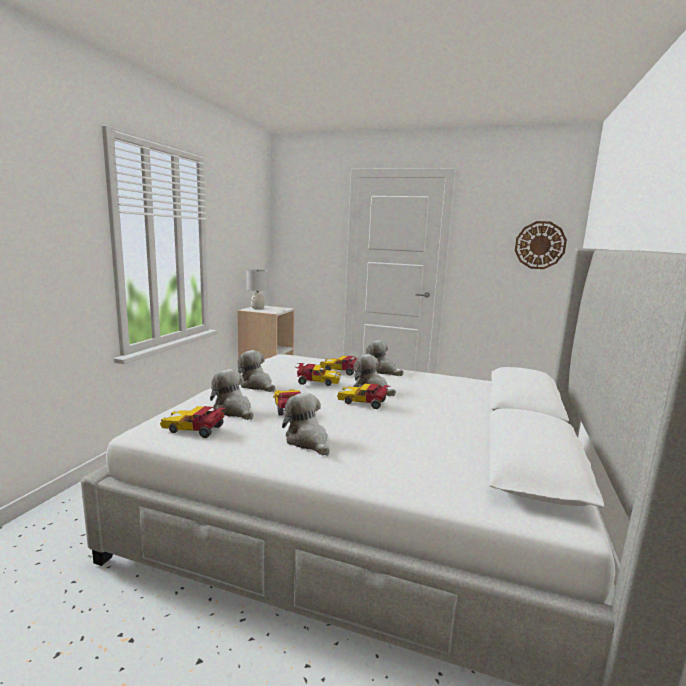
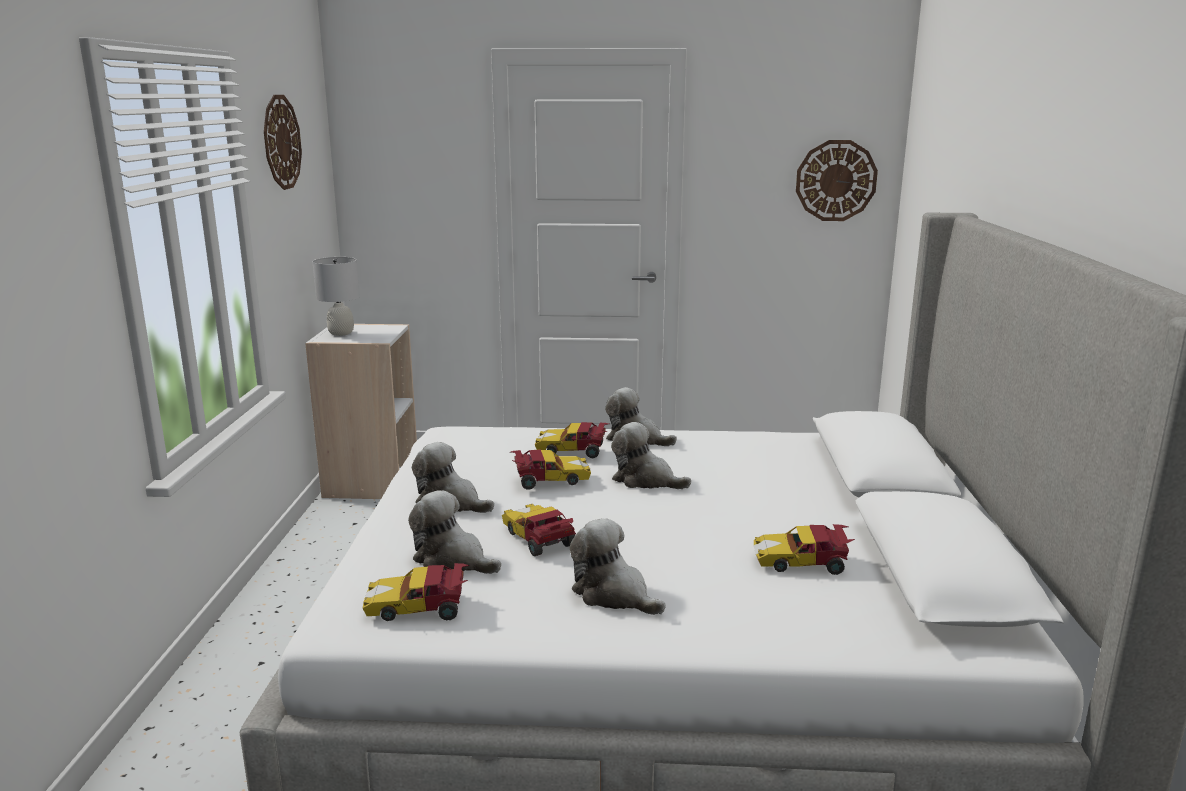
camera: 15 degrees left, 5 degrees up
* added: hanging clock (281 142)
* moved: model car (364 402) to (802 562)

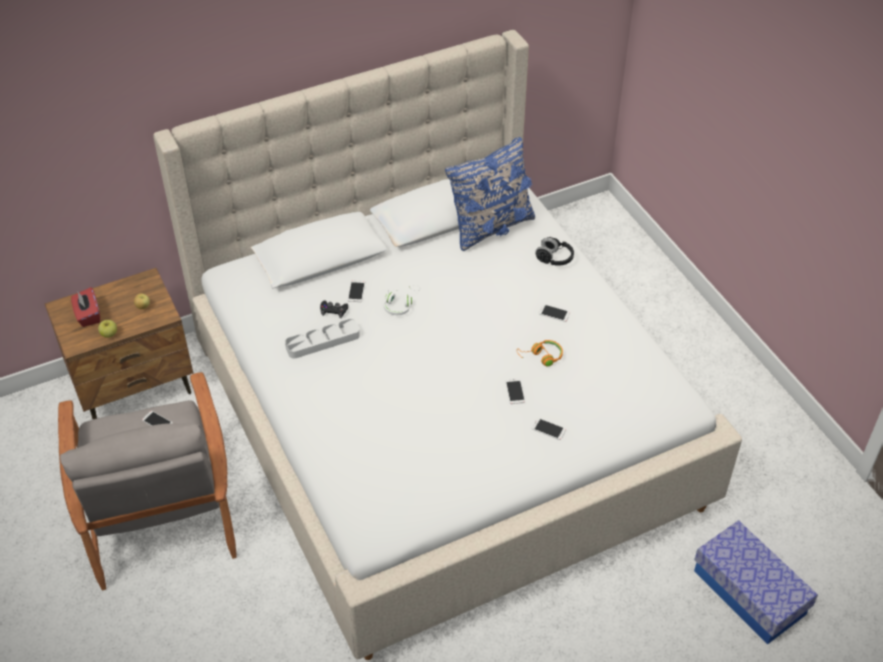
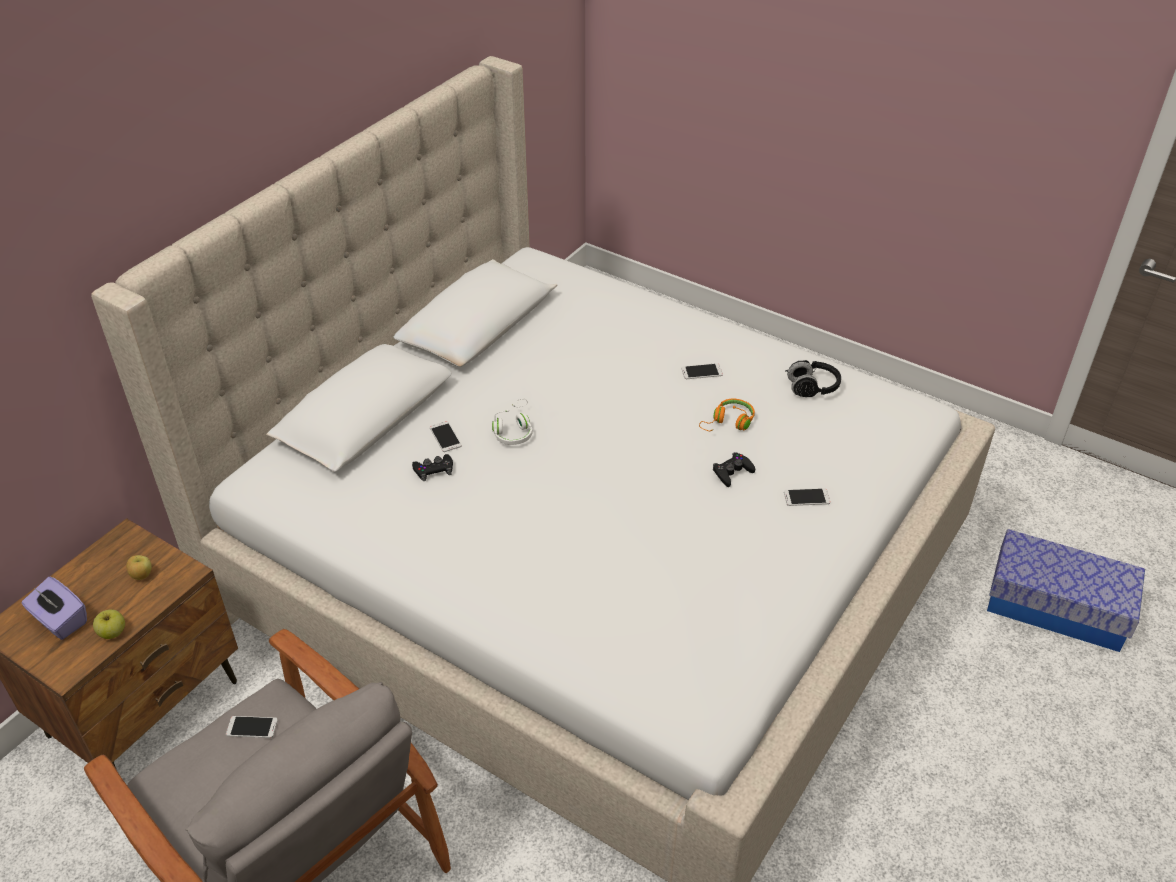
camera: 30 degrees left, 5 degrees down
* removed: greyish carrying tray (323 341)
* removed: bluish pillow (491 228)
* moved: black-coloured pair of headphones (554 259) to (812 388)
* replaced: handset (515 391) to black-coloured joypad (732 472)
* recoloured: reddish tissue box (88 315) to purple tissue box (60 621)

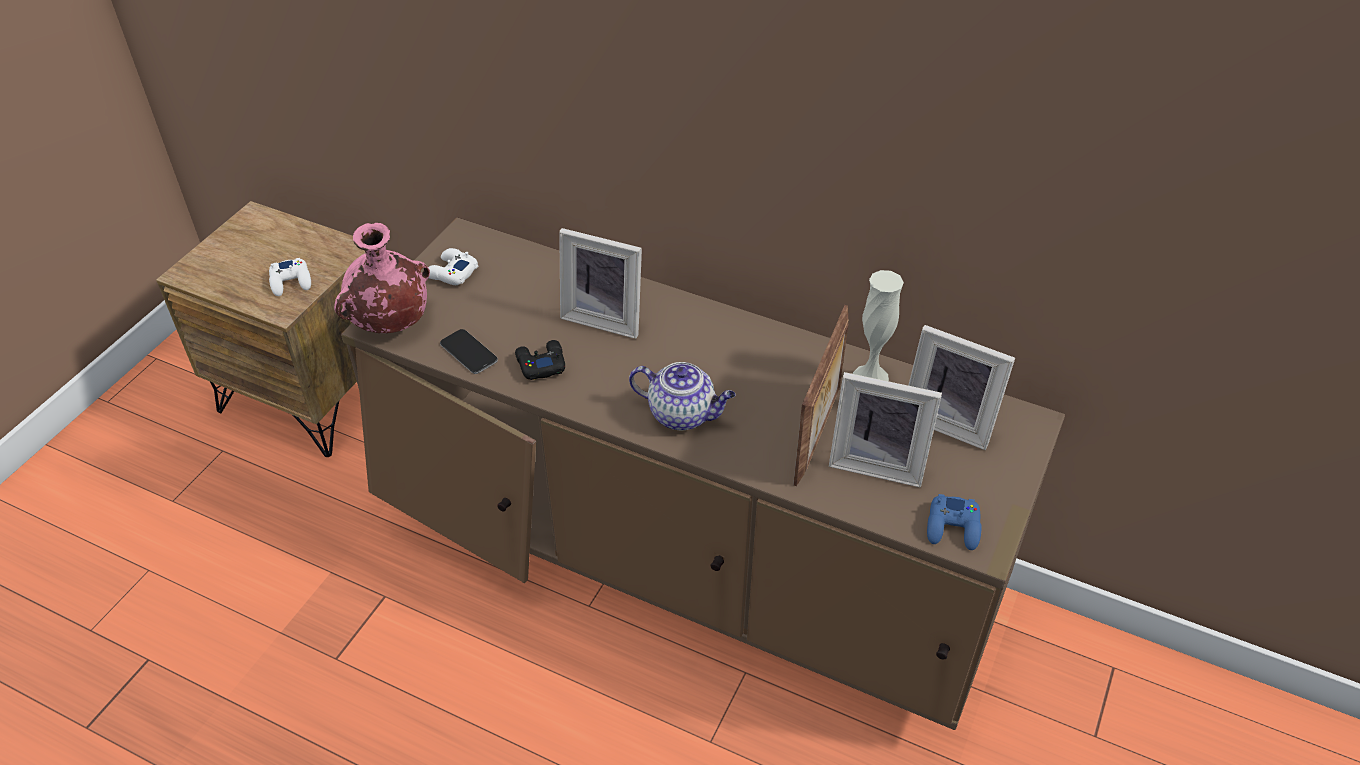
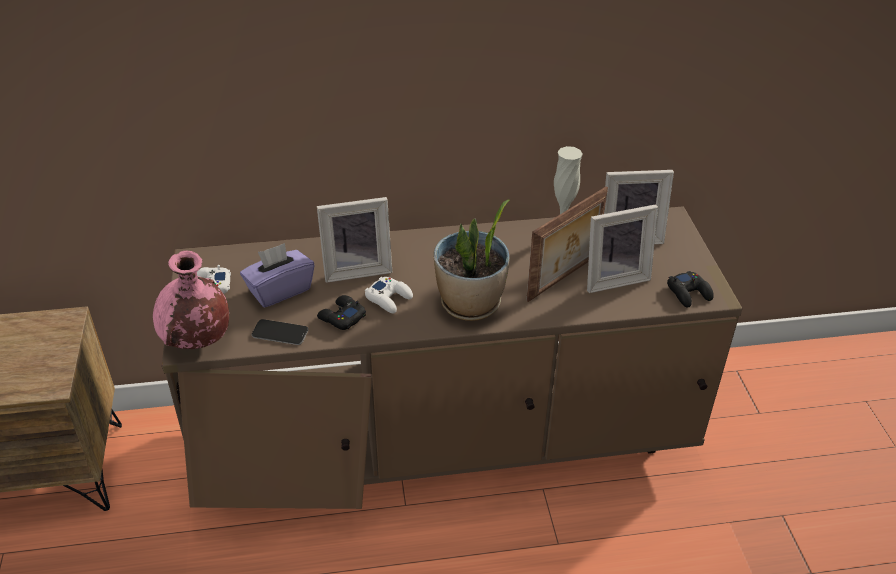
camera: 35 degrees left, 5 degrees down
* added: purple tissue box (279 290)
* moved: white-coloured joypad (291 281) to (389 298)
* replaced: teapot (683 414) to potted plant (470 304)
* recoloured: bluish joypad (953 527) to black-coloured joypad (689 293)
* turned: picture frame (818 435) = (564 278) 60 degrees clockwise

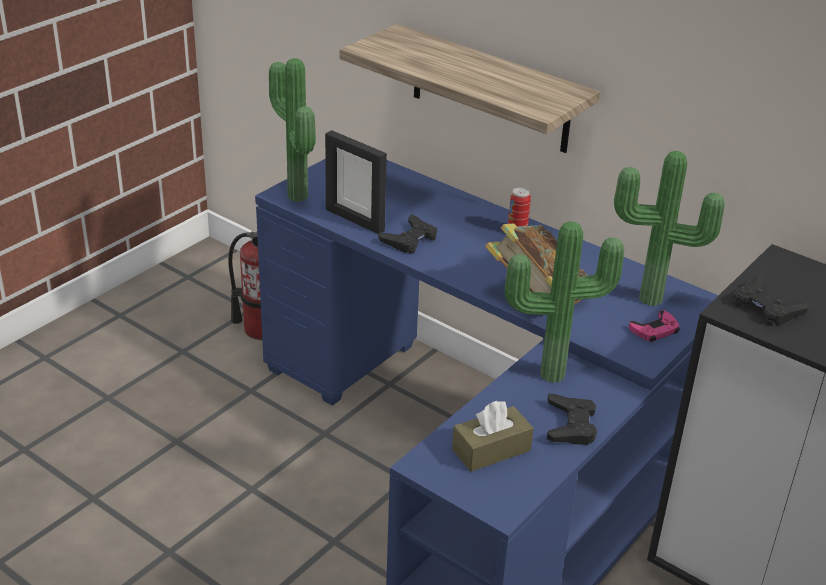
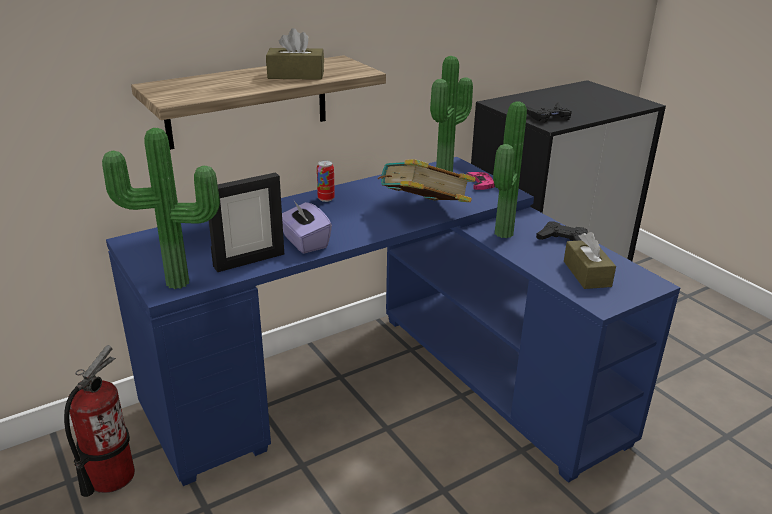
camera: 70 degrees left, 5 degrees down
* added: brown-coloured tissue box (296 75)
* replaced: black-coloured joypad (409 240) to purple tissue box (304 242)

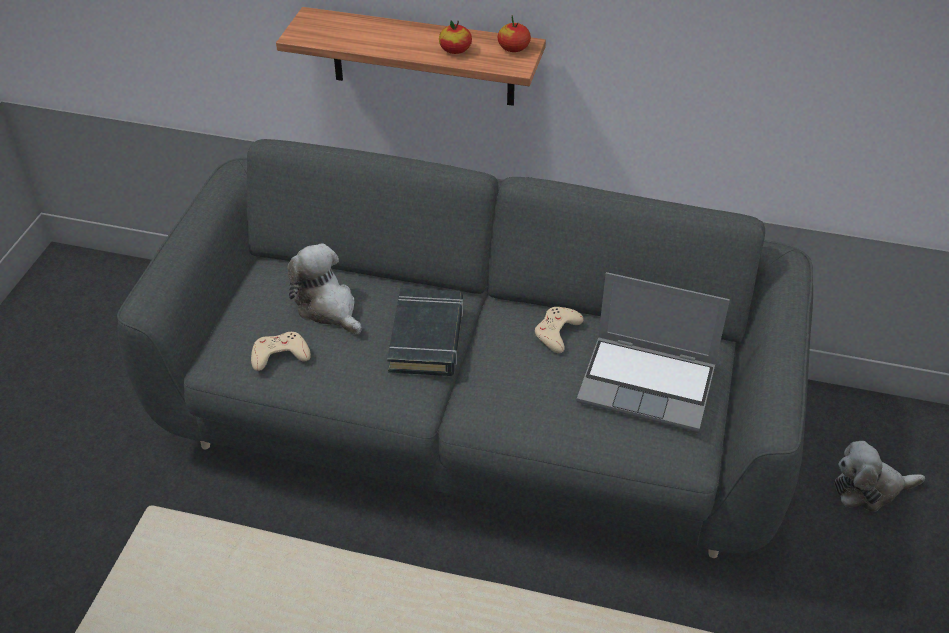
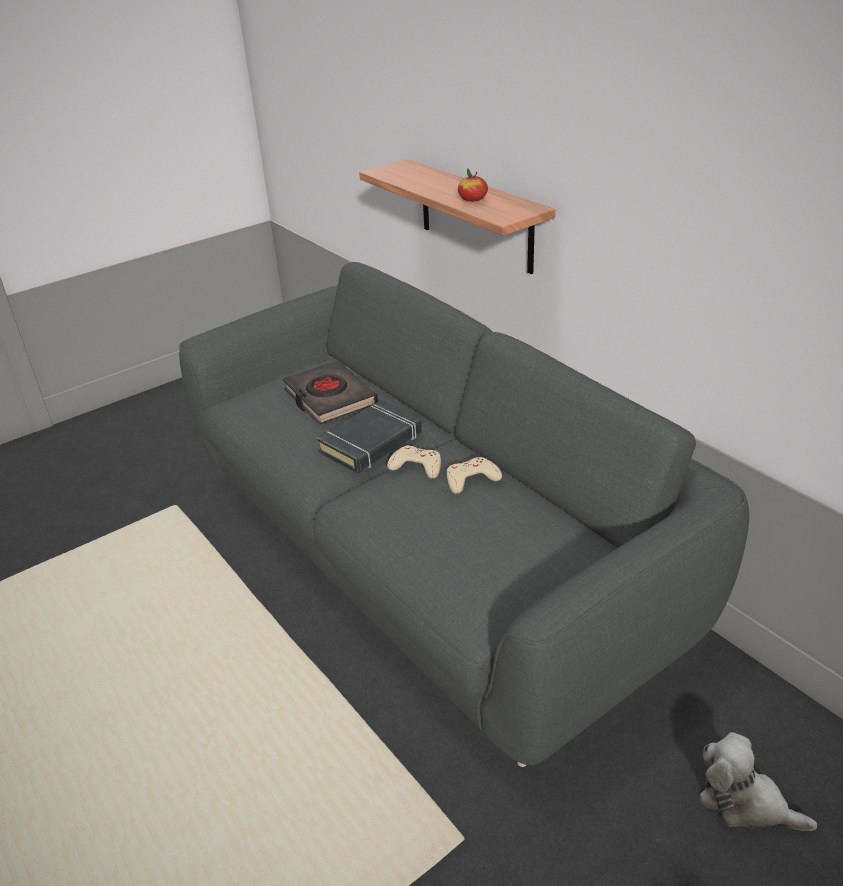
camera: 40 degrees right, 10 degrees down
* removed: whole apple (513 48)
* removed: portable computer (648 384)
* moved: sand-coloured joypad (280 355) to (416 466)
* replaced: soft toy (328 307) to black-coloured book (329 398)

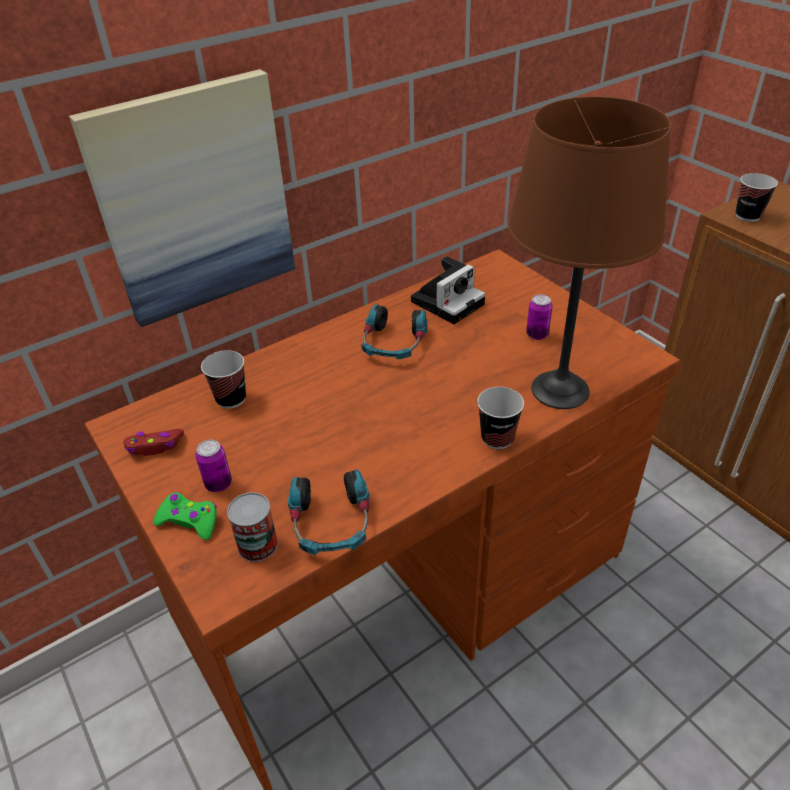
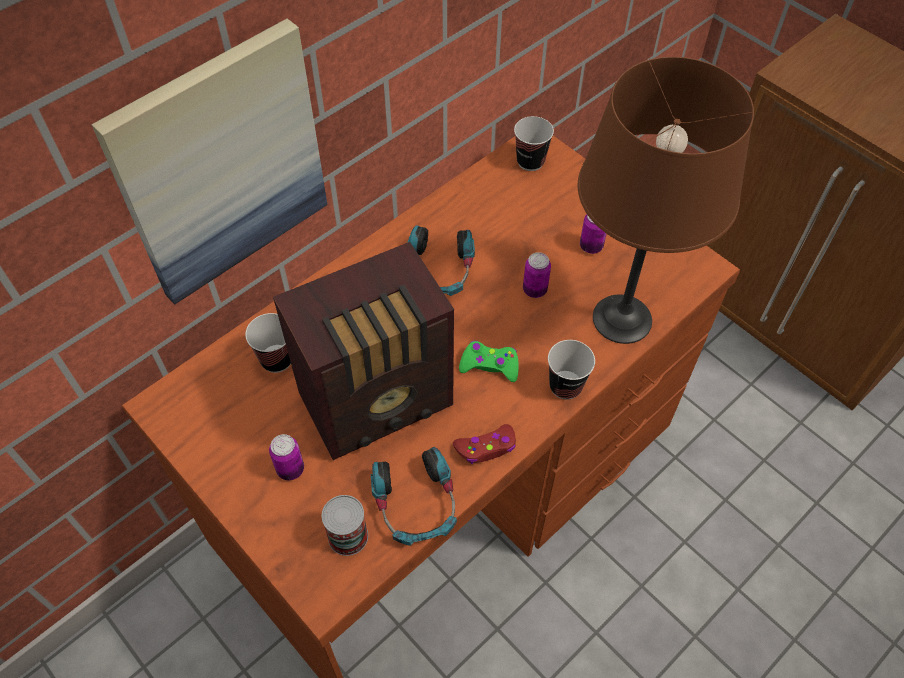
camera: 10 degrees left, 15 degrees up
* removed: photo camera (448 301)
* added: radio set (380 401)
* added: sealed can (534 290)
* moved: reddish joypad (155 446) to (486 448)
* moved: greenish joypad (189 521) to (489 365)
* moved: drinking cup (748 216) to (530 161)

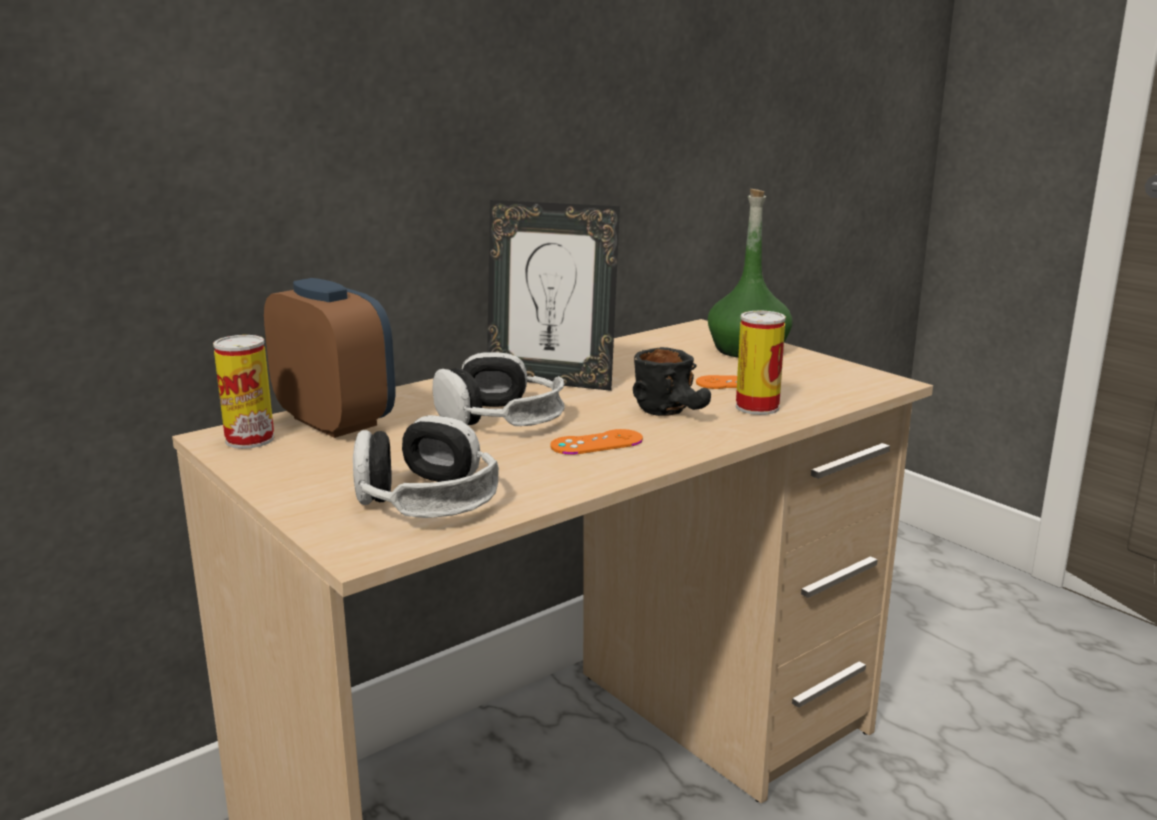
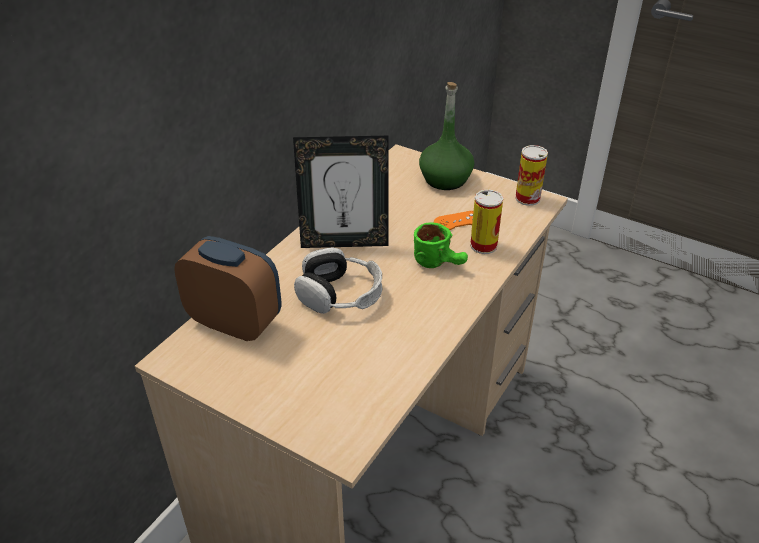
camera: 20 degrees left, 20 degrees up
* removed: pair of headphones (426 500)
* removed: orange joypad (597 443)
* moved: sealed can (250 439) to (527 198)
* recoloured: black-coloured tea mug (676 413) to greenish tea mug (440 263)

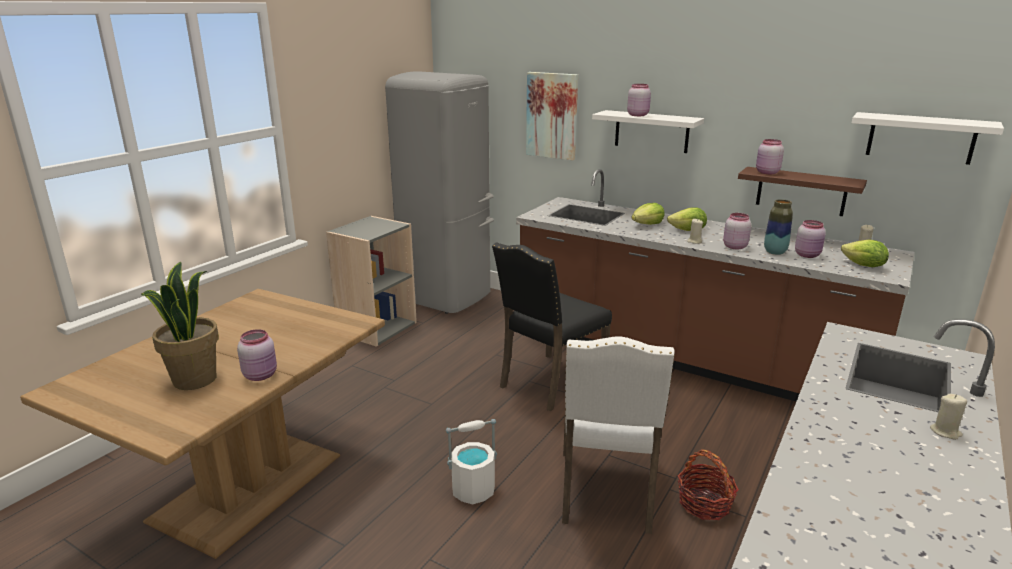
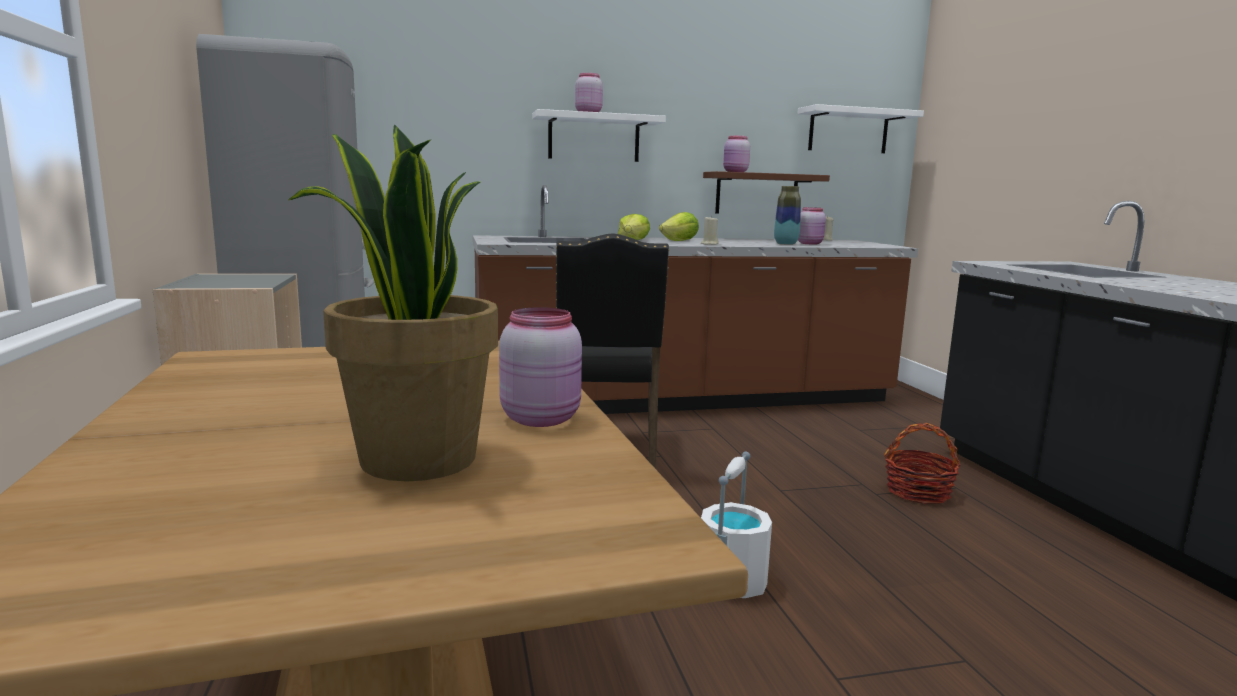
camera: 45 degrees left, 10 degrees down
* removed: wall art (552 115)
* removed: white-coloured chair (607 492)
* removed: pink preserve jar (734 246)
* removed: head of lettuce (864 266)
* removed: sand-coloured wax light (945 432)

